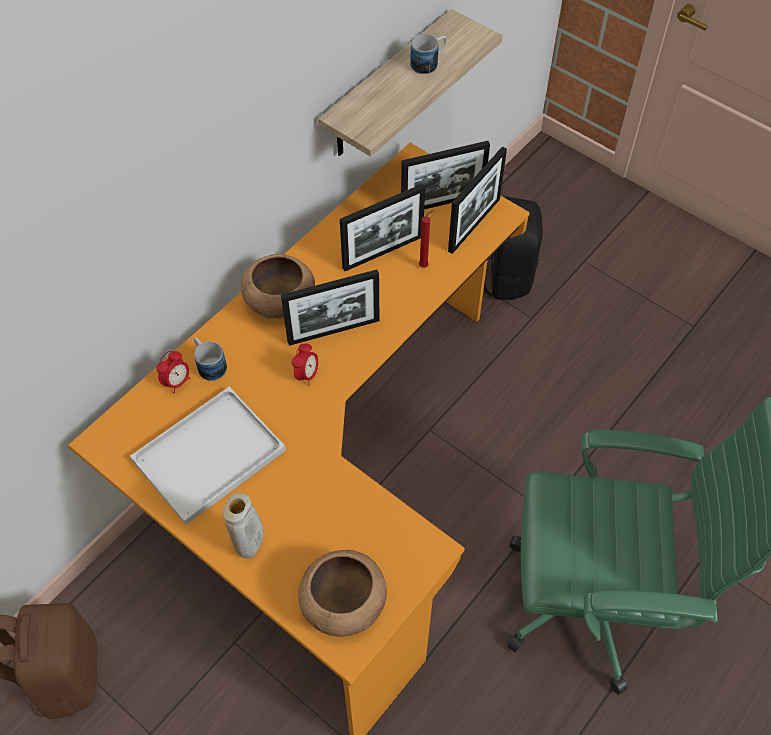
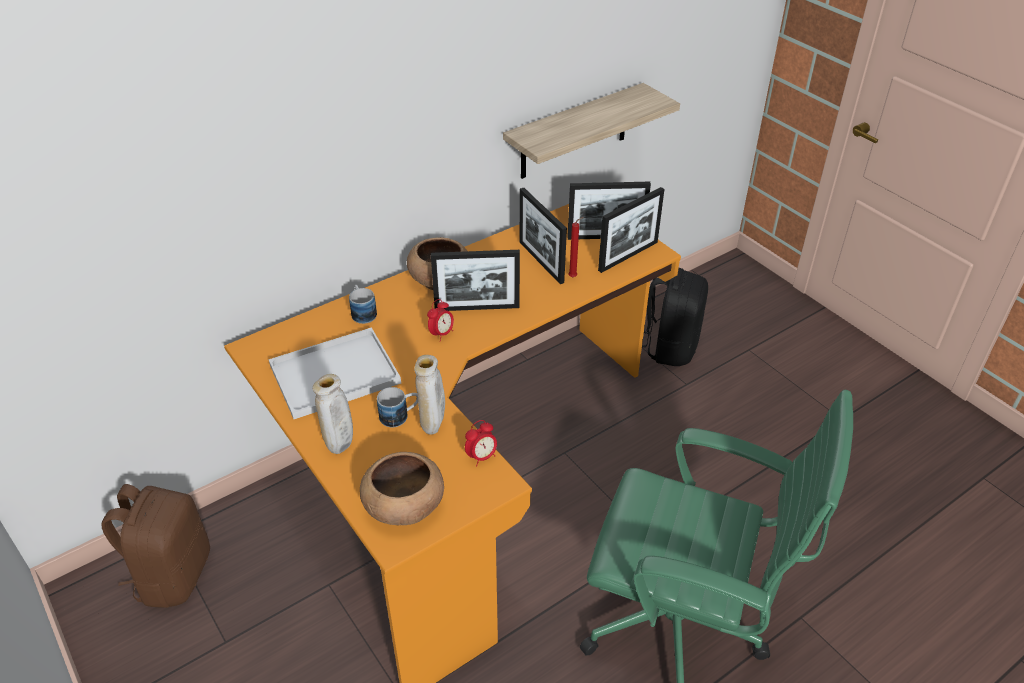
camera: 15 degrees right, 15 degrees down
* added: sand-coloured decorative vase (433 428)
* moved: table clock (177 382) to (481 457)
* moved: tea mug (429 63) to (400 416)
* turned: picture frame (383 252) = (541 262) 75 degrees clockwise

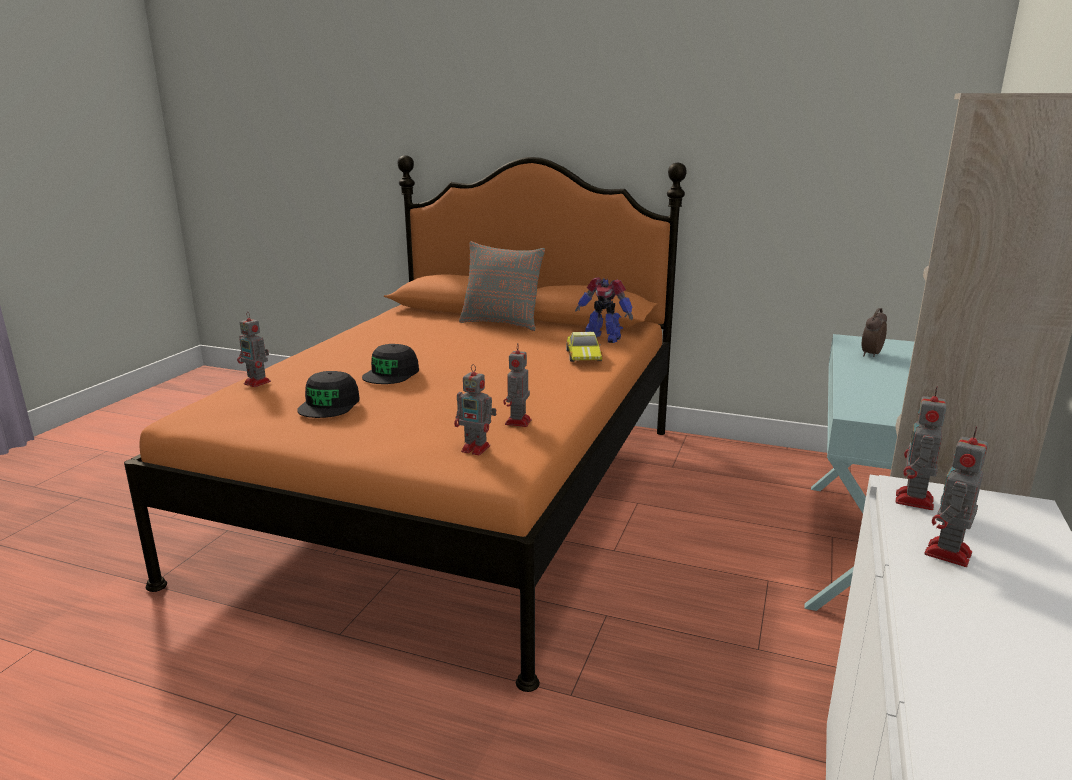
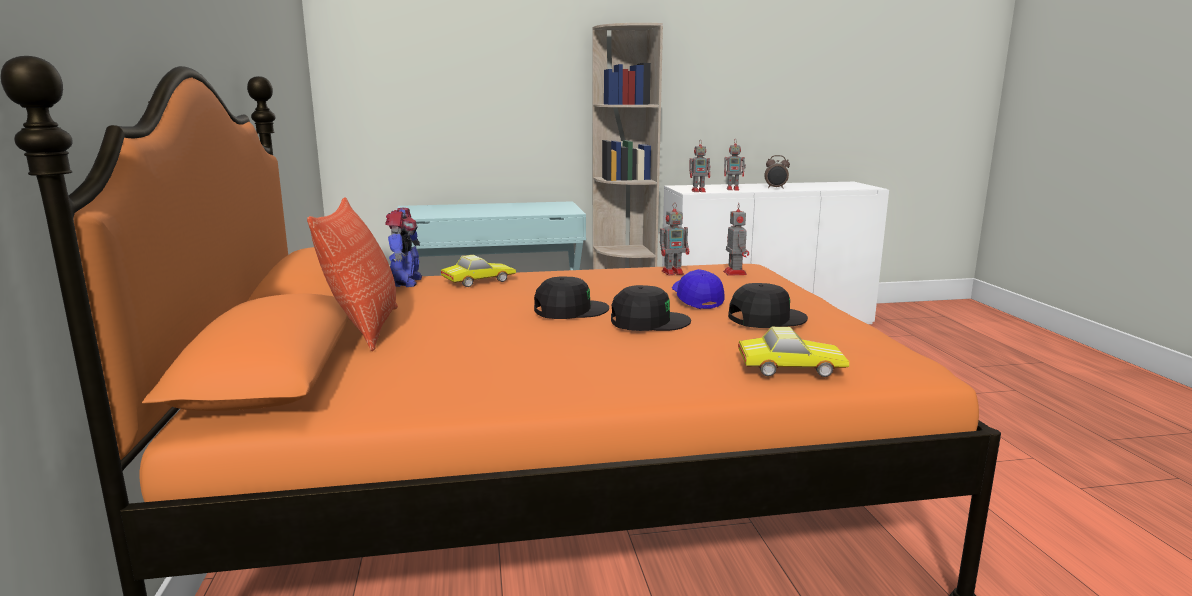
camera: 120 degrees left, 5 degrees down
* added: black-coloured cap (570 310)
* added: bluish cap (696 300)
* moved: table clock (870 354) to (775 188)
* replaced: robot figure (258 383) to model car (789 366)
* recoloured: greyish pillow (501 324) to orange pillow (365 329)

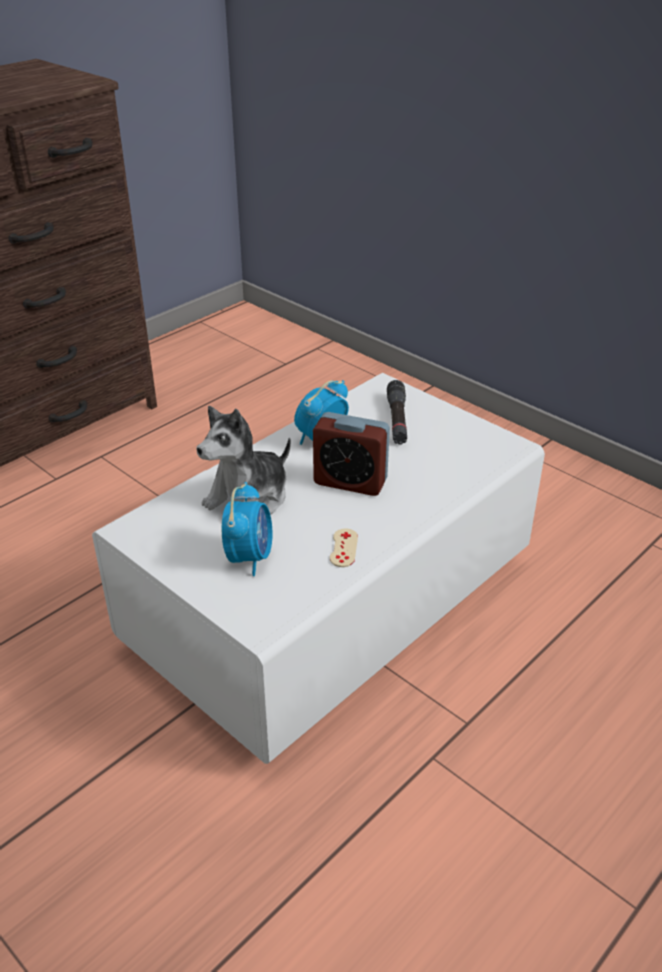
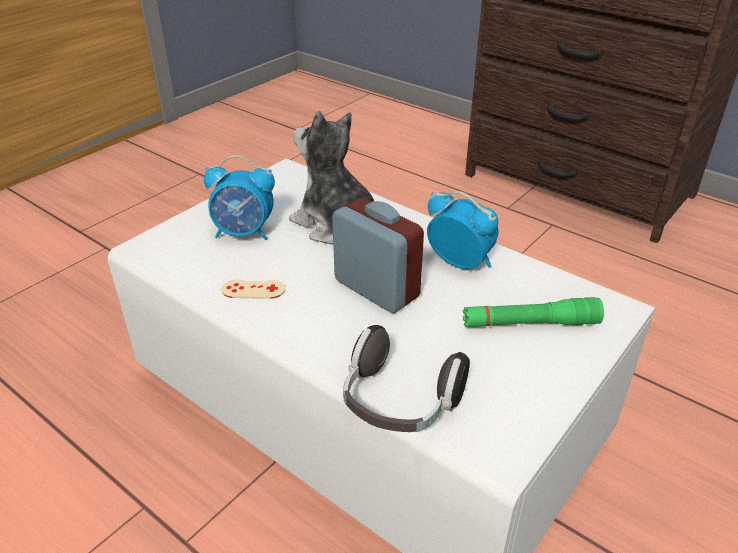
camera: 85 degrees right, 0 degrees up
* added: pair of headphones (399 404)
* recoloured: black-coloured torch (397 420) to greenish torch (530 323)
* turned: table clock (350 482) = (376 289) 120 degrees clockwise

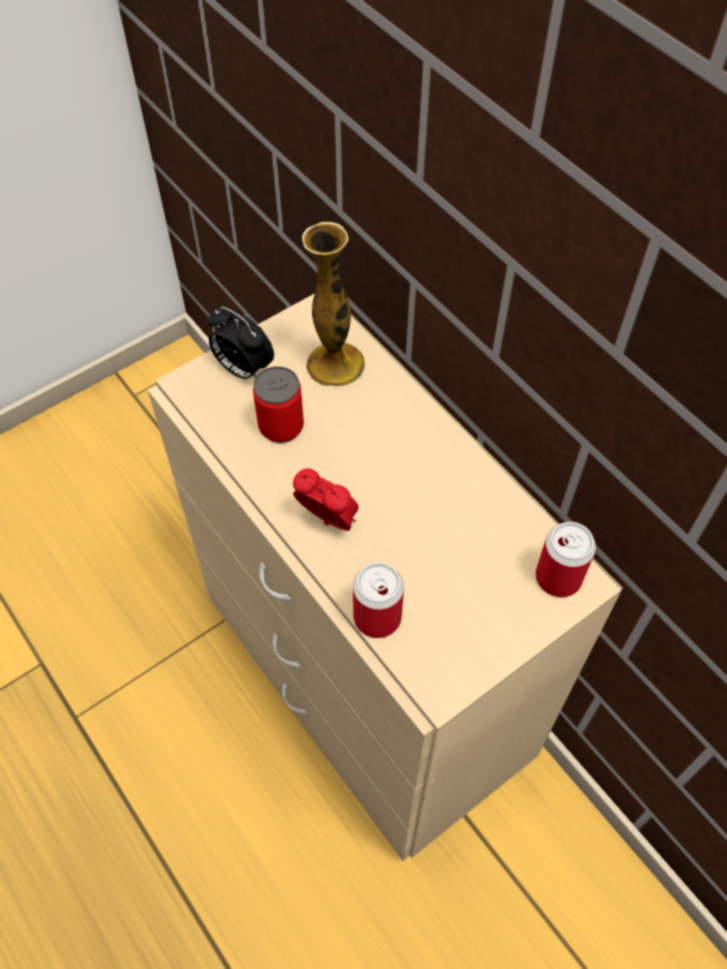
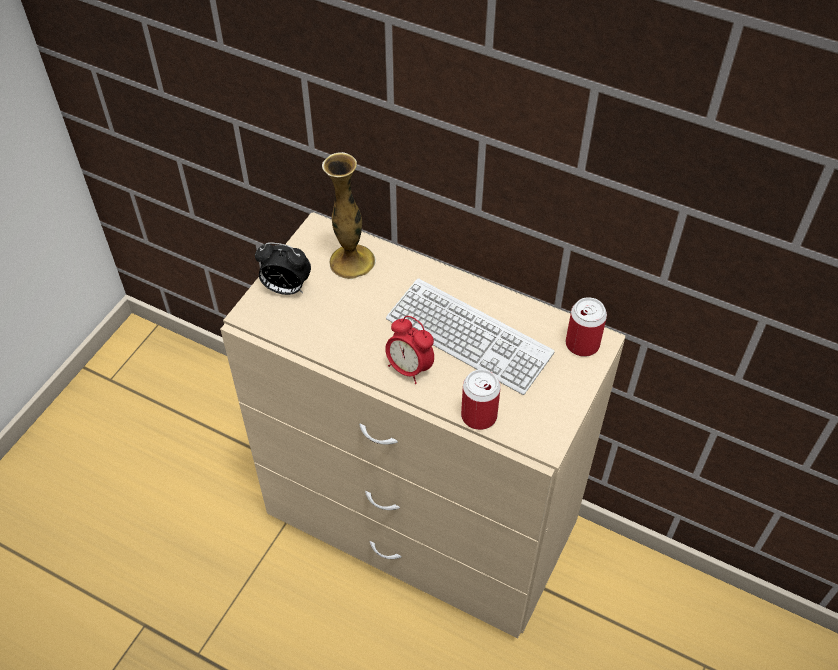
camera: 25 degrees left, 5 degrees down
* removed: sealed can (281 426)
* added: computer keyboard (468 337)
* turned: table clock (327 522) = (409 368) 150 degrees counterclockwise

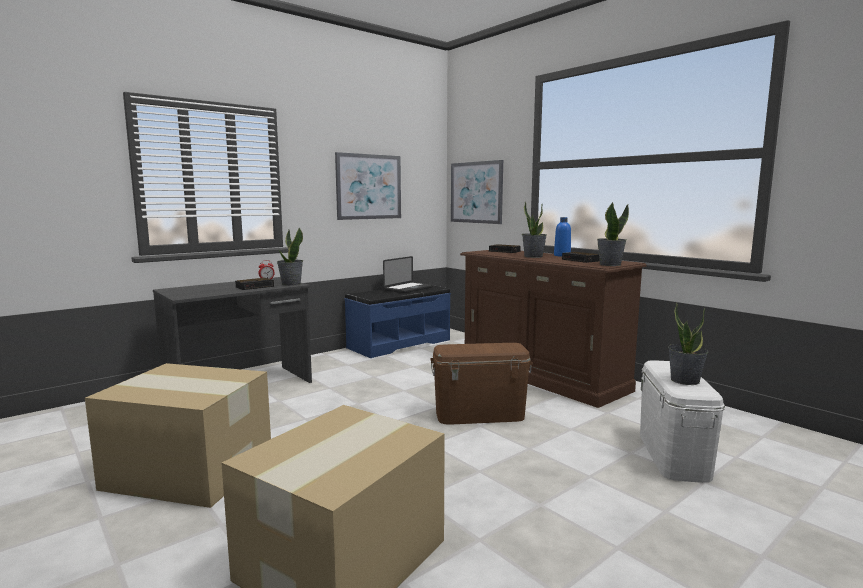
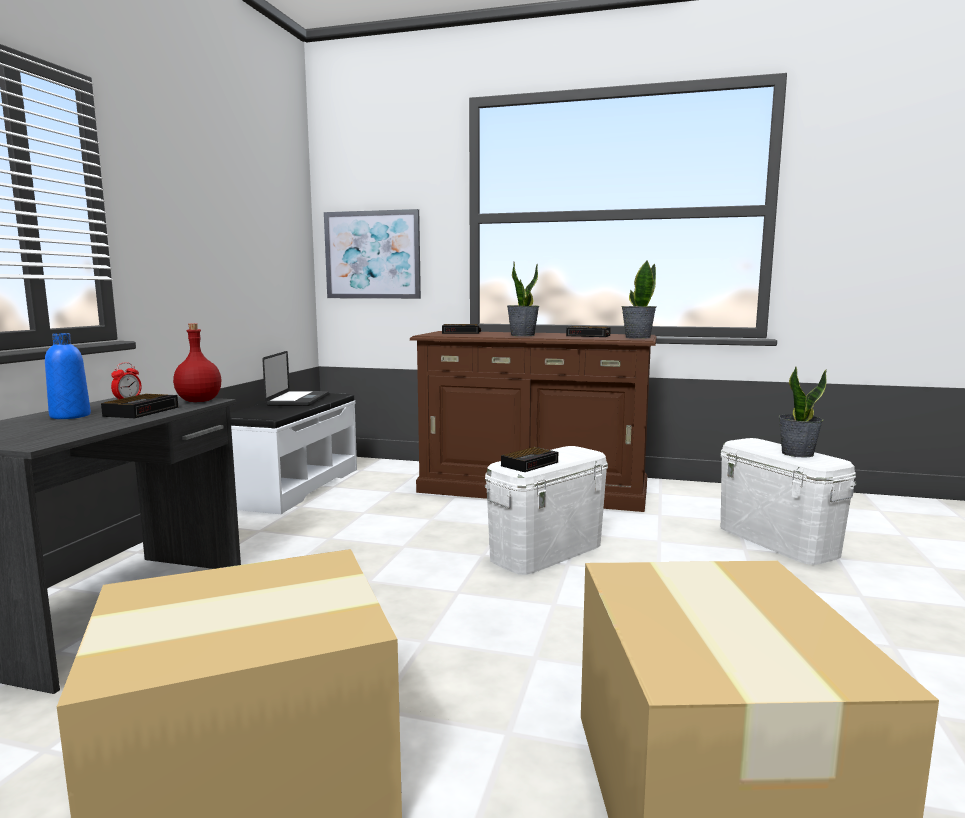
camera: 35 degrees left, 0 degrees up
* removed: wall art (369 187)
* added: table clock (530 464)
* moved: bluish beverage bottle (562 255) to (70 416)
* replaced: potted plant (291 284) to reddish beverage bottle (198 401)
* recoloured: bluish bench (399 344) to white-coloured bench (292 487)
* recoloured: brown-coloured storage bin (479 415) to white-coloured storage bin (546 551)

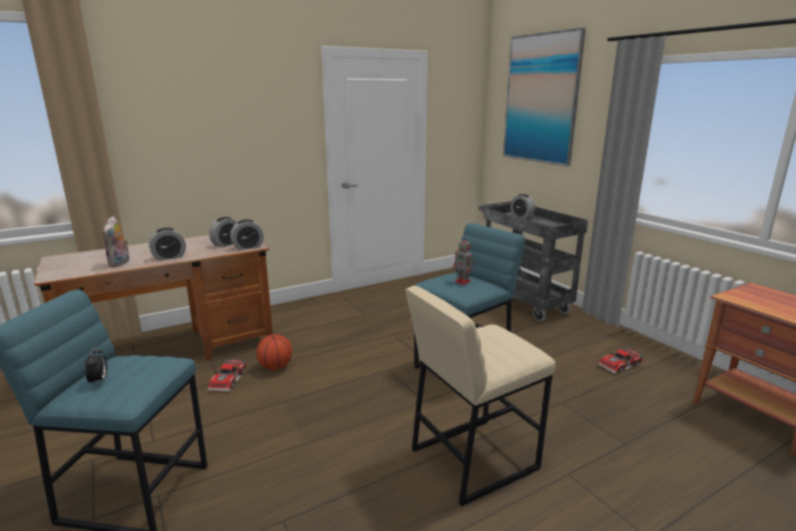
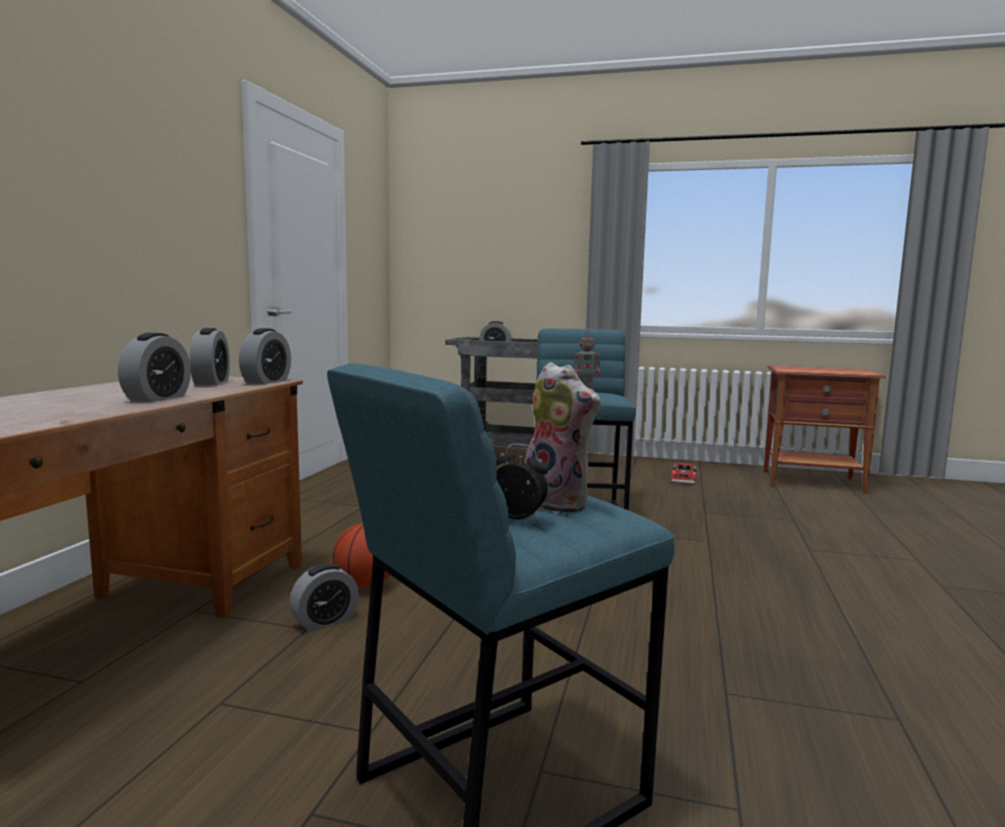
camera: 45 degrees left, 10 degrees down
* removed: sand-coloured stool seat (471 460)
* removed: wall art (541 99)
* moved: soft toy (120 263) to (559 503)
* replaced: model car (229 380) to table clock (325 621)

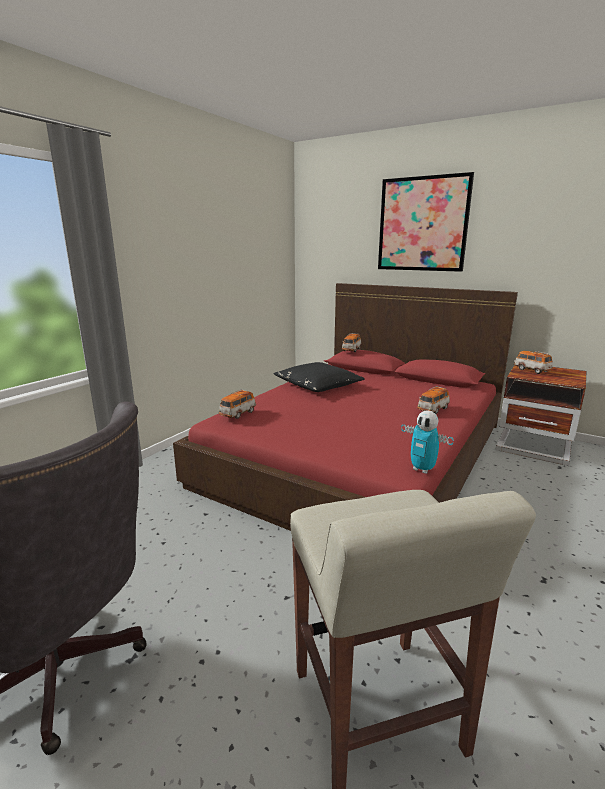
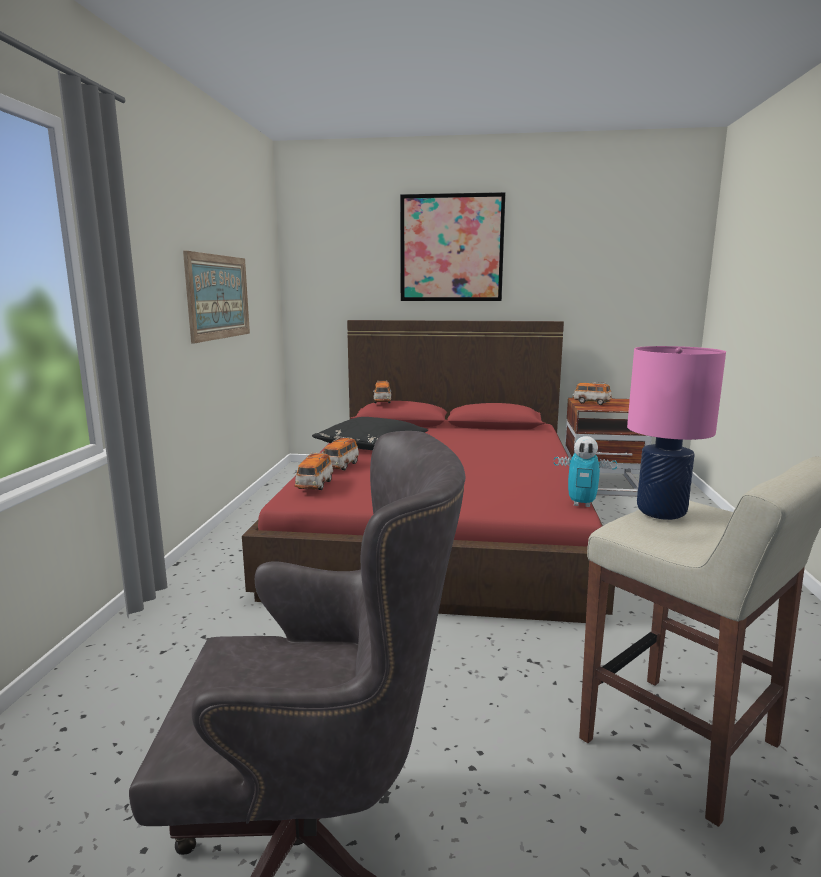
camera: 25 degrees left, 5 degrees down
* added: wall art (218 297)
* added: pink table lamp (660 514)
* moved: model car (433 409) to (340 466)

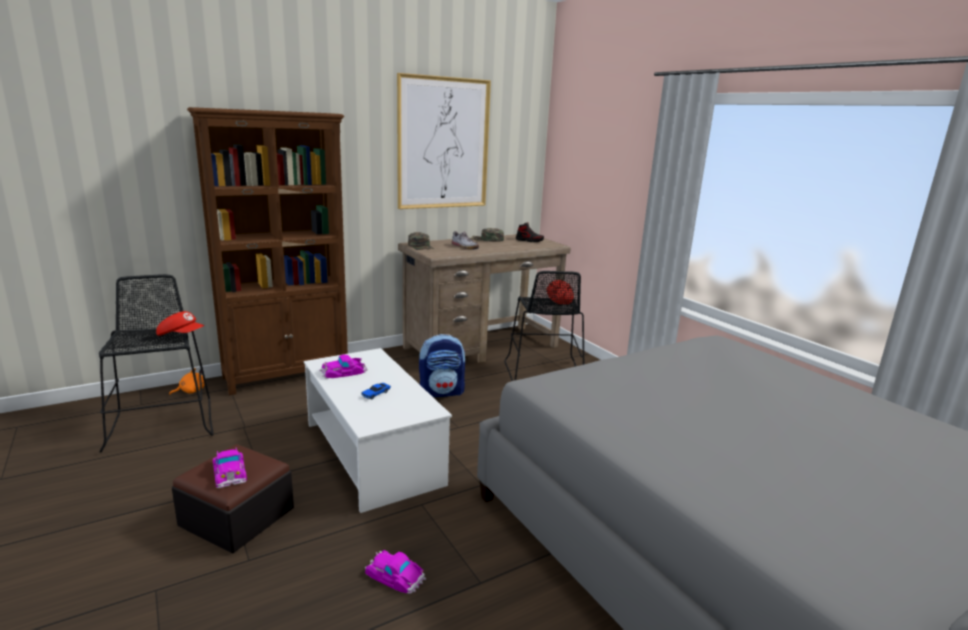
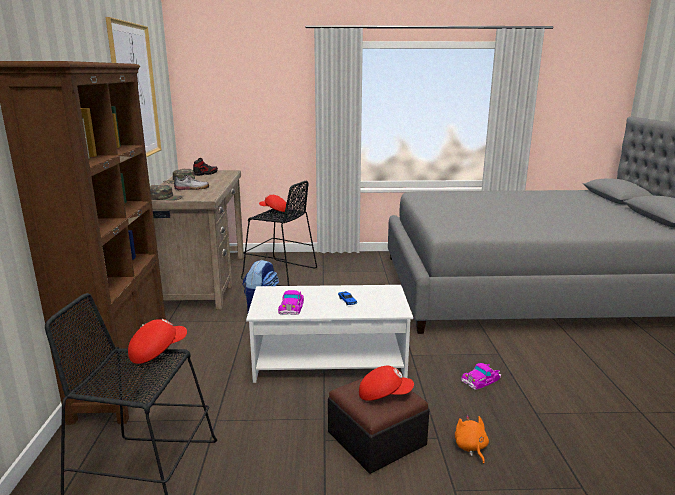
camera: 60 degrees left, 0 degrees up
* moved: orange soft toy (190 391) to (471 447)
* replaced: model car (229 471) to reddish cap (384 394)

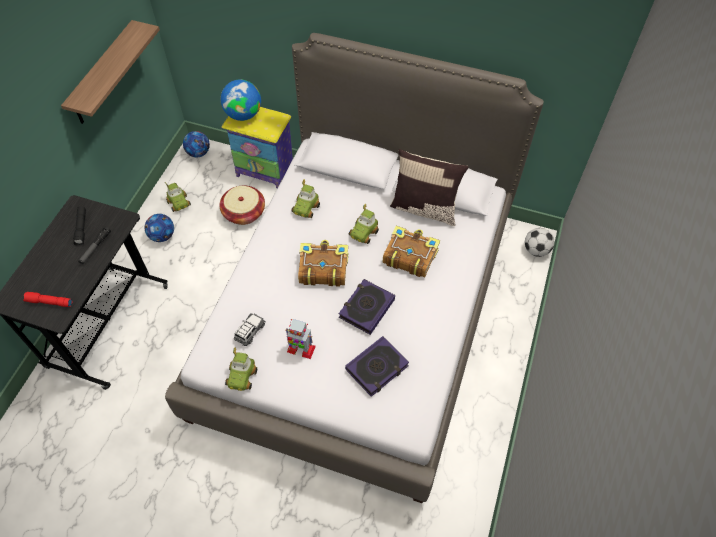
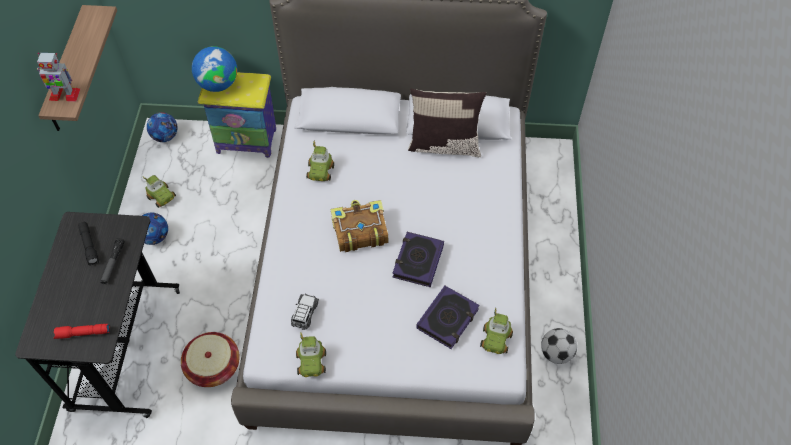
camera: 15 degrees left, 0 degrees up
* removed: book (409 256)
* moved: storage basket (244 213) to (213 366)
* moved: robot figure (300 349) to (64 95)
* moved: model car (364 233) to (496 339)
* moved: football ball (536 250) to (556 353)

